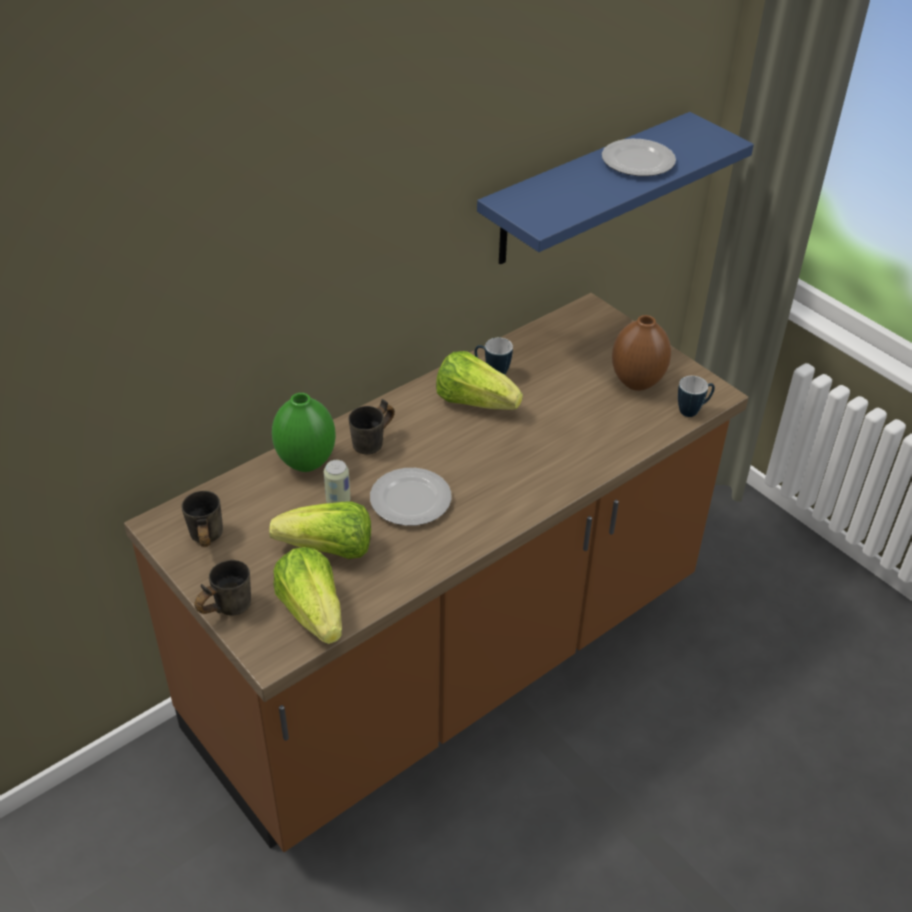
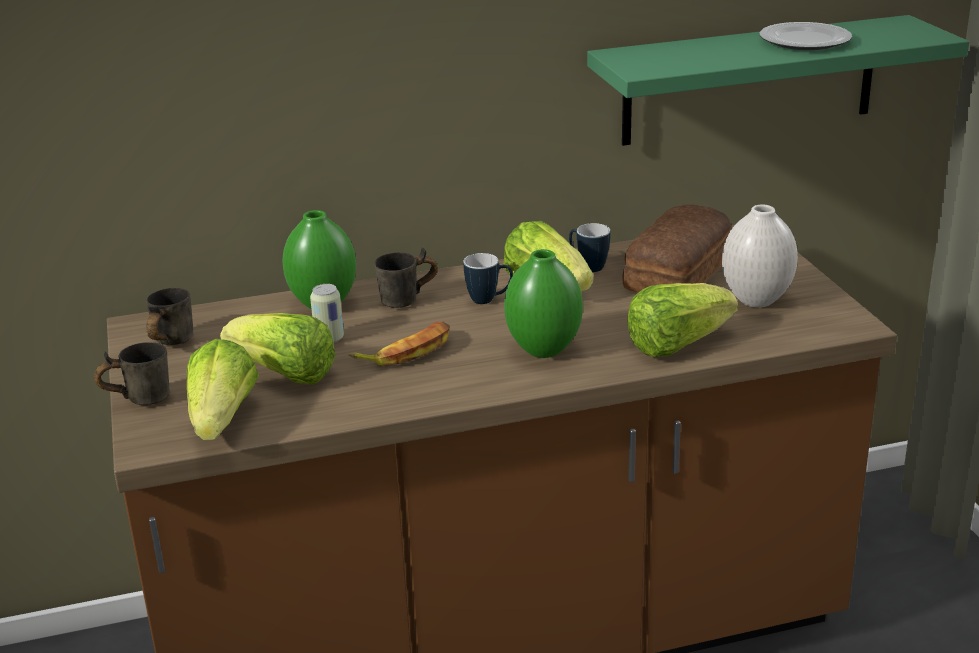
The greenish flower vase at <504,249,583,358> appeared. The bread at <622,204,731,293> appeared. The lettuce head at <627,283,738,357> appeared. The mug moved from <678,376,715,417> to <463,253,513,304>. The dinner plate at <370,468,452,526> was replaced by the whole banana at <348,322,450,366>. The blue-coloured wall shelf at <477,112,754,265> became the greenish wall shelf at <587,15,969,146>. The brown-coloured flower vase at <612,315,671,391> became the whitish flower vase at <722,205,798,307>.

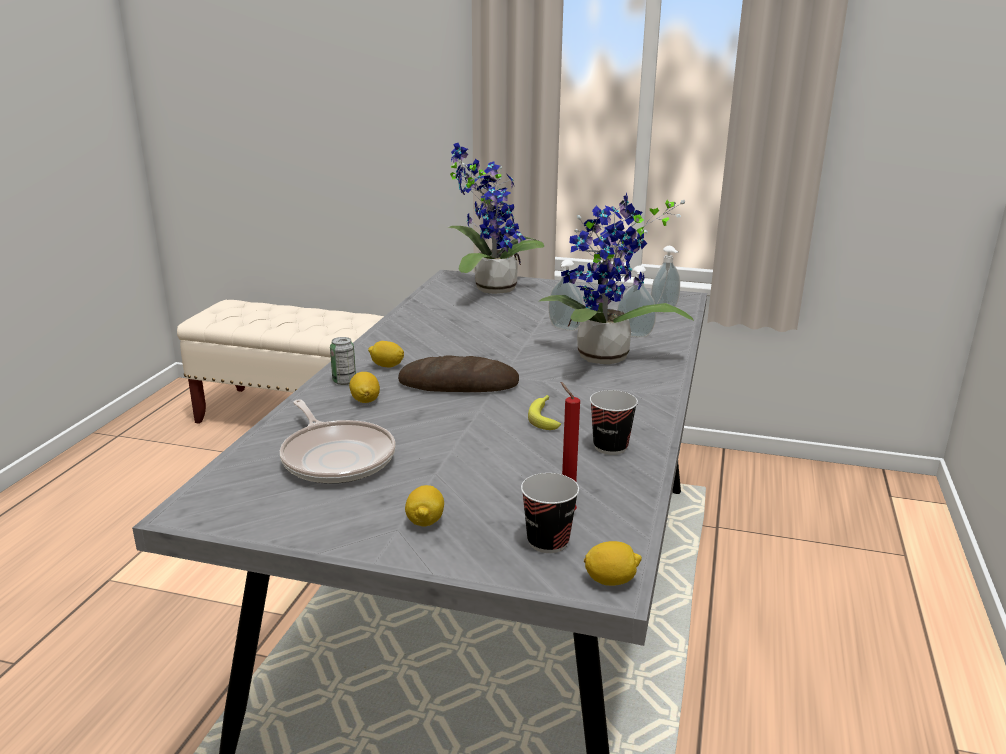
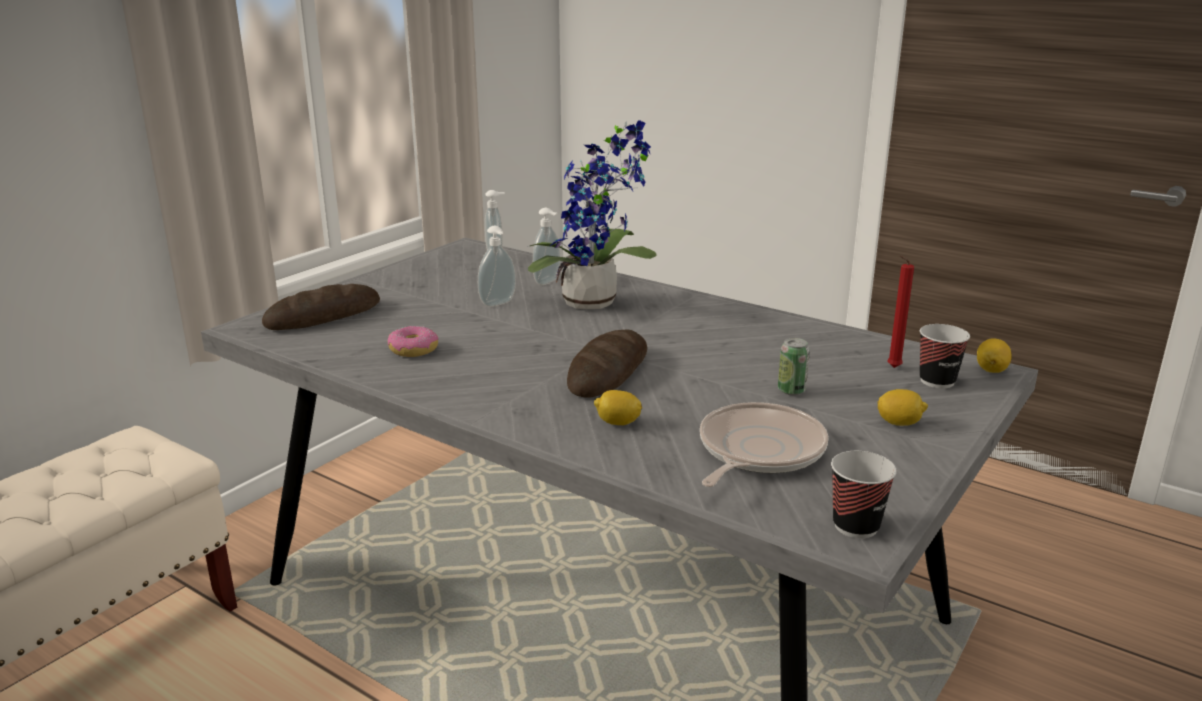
The citrus fruit at <368,341,404,368> disappeared. The whole banana at <528,395,561,430> disappeared. The ring doughnut at <388,326,439,357> appeared. The metal can moved from <330,337,356,385> to <778,338,810,395>. The cup moved from <590,390,638,455> to <831,451,897,538>. The plant in a pot at <448,143,544,294> was replaced by the bread at <262,284,380,330>. The skillet at <280,399,396,484> turned 45 degrees counterclockwise.

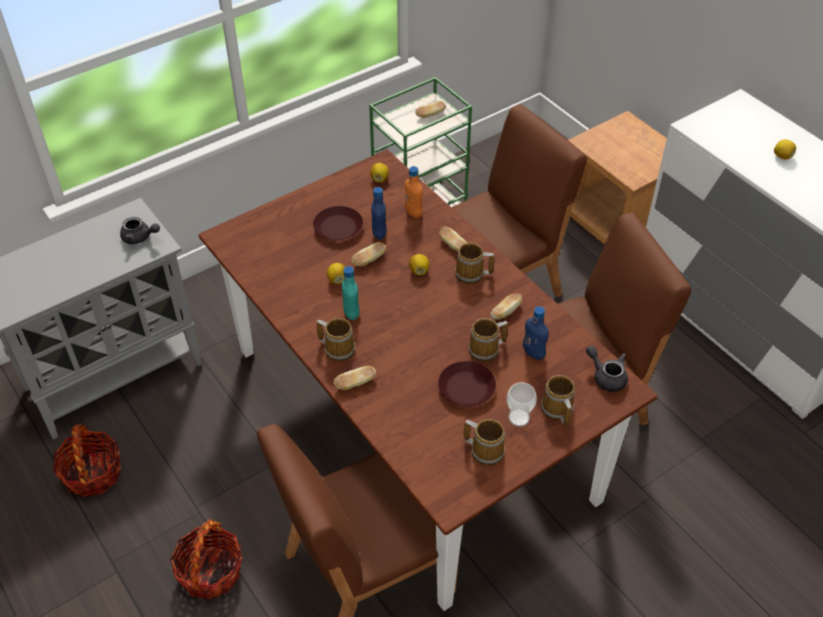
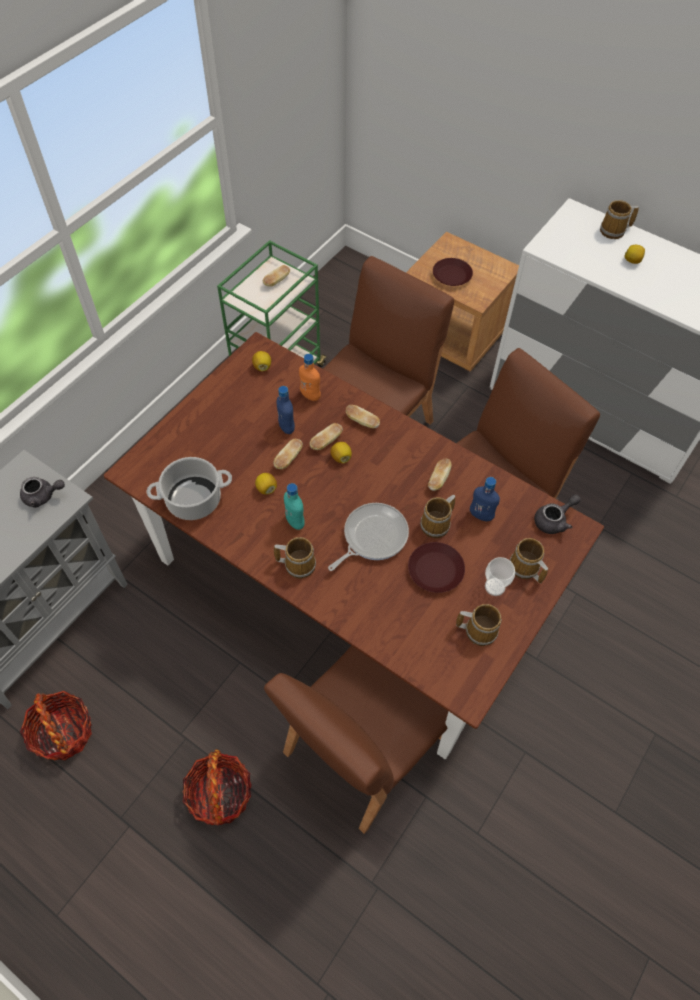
The stockpot at <147,457,232,520> appeared. The skillet at <328,503,409,571> appeared. The brown-coloured dinner plate moved from <313,206,363,240> to <433,258,473,286>. The bread moved from <334,366,376,390> to <309,423,343,450>. The mug moved from <455,243,495,284> to <600,200,639,239>. The gray teapot at <586,346,628,392> turned 120 degrees clockwise.

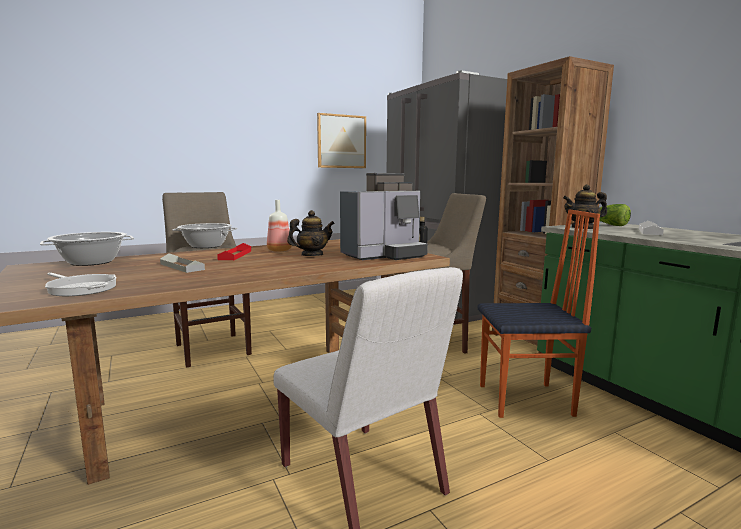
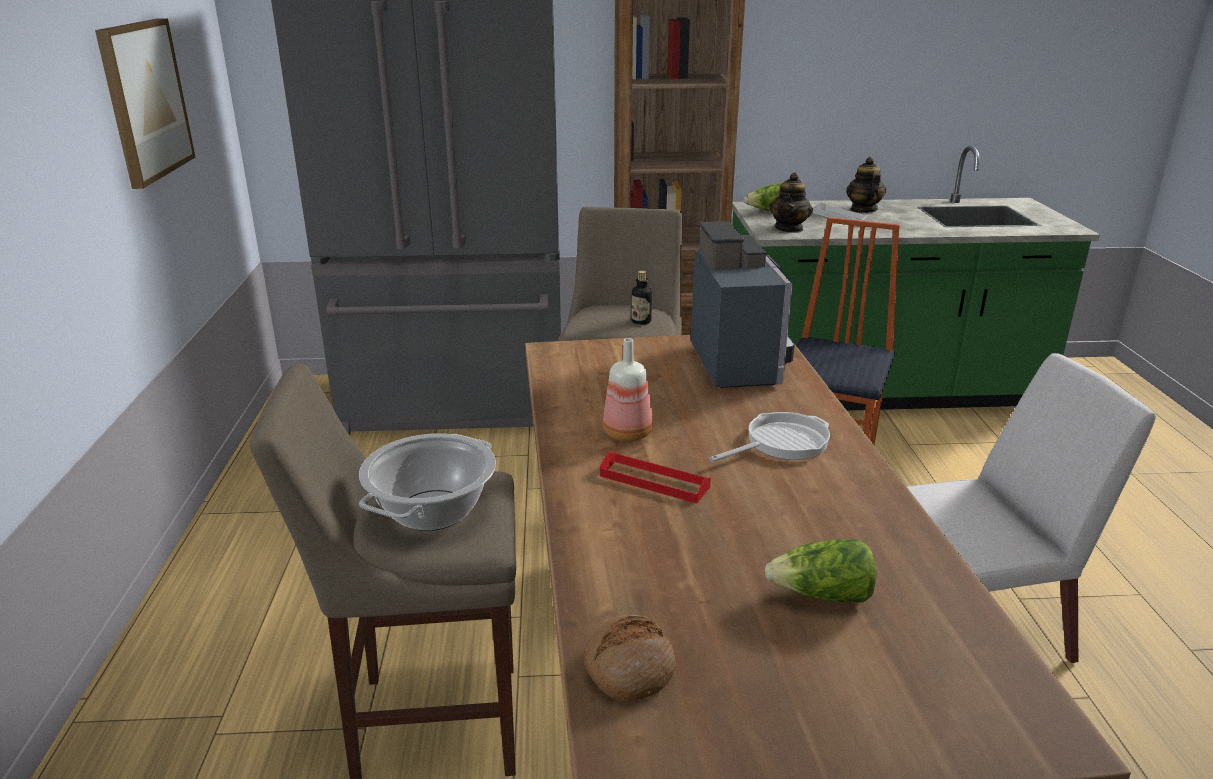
The gray serving tray at <160,253,205,273> disappeared. The lettuce head at <764,539,876,603> appeared. The skillet moved from <45,272,116,296> to <710,412,830,462>. The teapot moved from <287,210,335,256> to <846,157,886,213>. The stockpot at <40,232,134,266> was replaced by the bread at <584,615,676,701>.

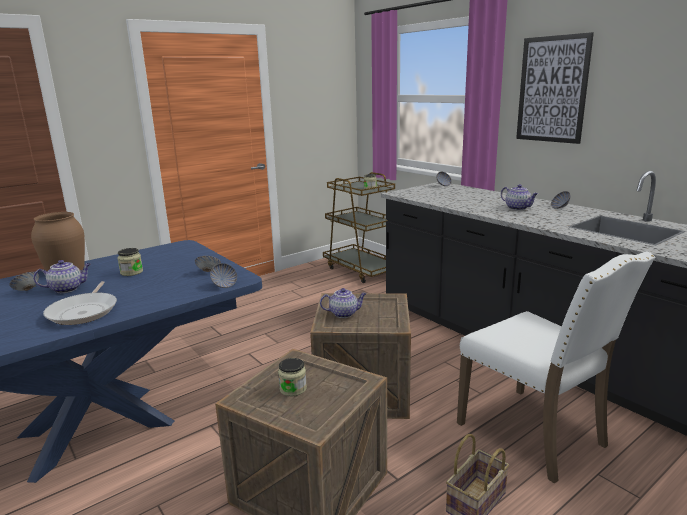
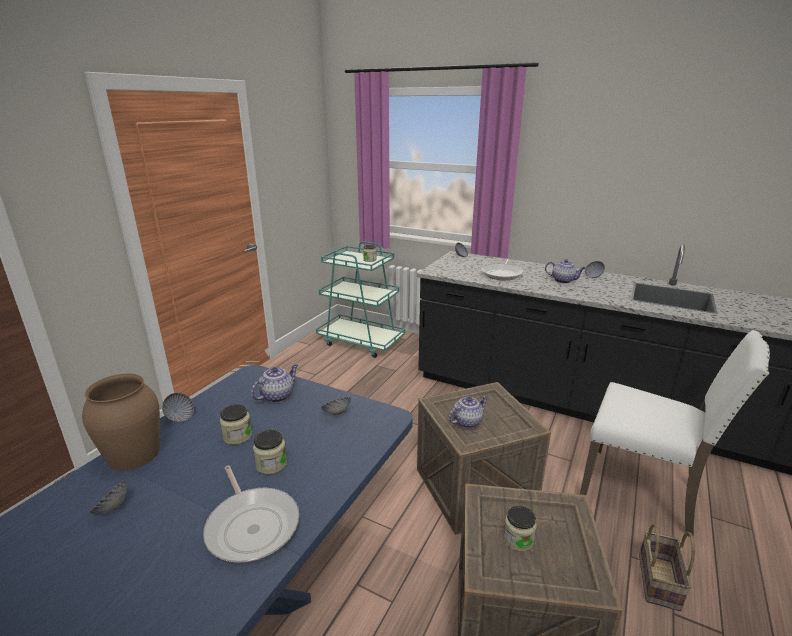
The wall art at <516,32,594,144> disappeared. The jar at <253,430,287,475> appeared. The skillet at <481,259,523,280> appeared. The teapot moved from <33,260,91,293> to <251,365,298,403>. The serving bowl moved from <210,263,237,288> to <162,393,194,422>. The brown-coloured trolley at <323,172,395,283> became the turquoise-coloured trolley at <316,241,405,358>.

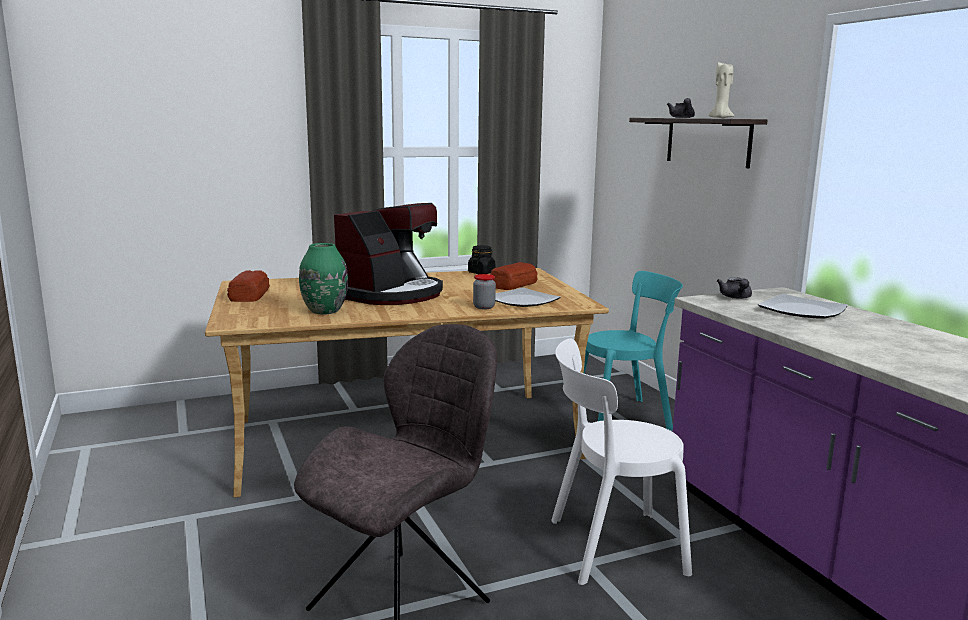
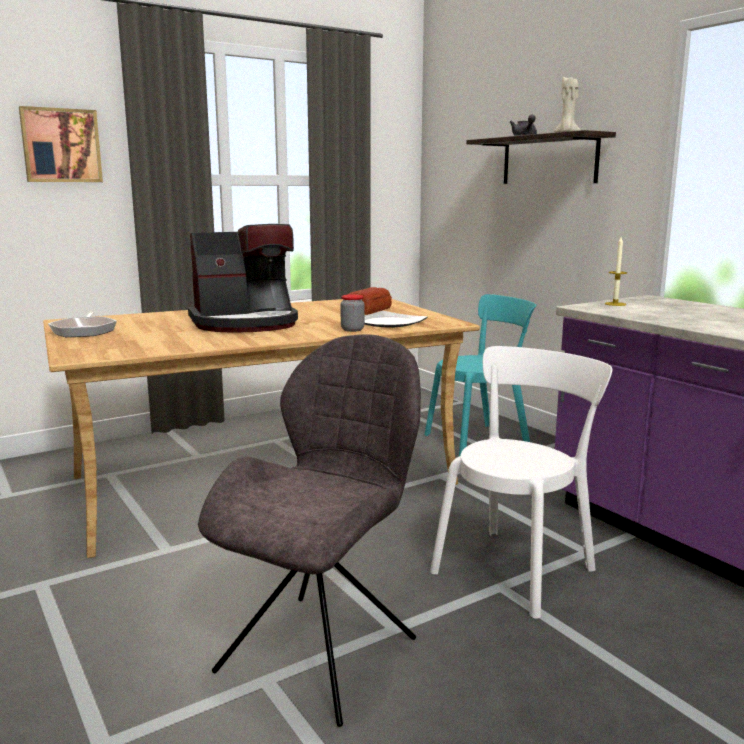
The greenish flower vase at <299,243,348,315> disappeared. The black-coloured jar at <468,245,495,274> disappeared. The dinner plate at <758,294,848,318> disappeared. The wall art at <19,106,103,182> appeared. The bread at <227,270,270,302> was replaced by the skillet at <48,312,117,337>. The gray teapot at <717,277,752,299> was replaced by the wax candle at <605,237,627,306>. The coffee brewer at <334,203,443,305> turned 45 degrees clockwise. The whitish chair at <551,338,692,585> turned 150 degrees clockwise.

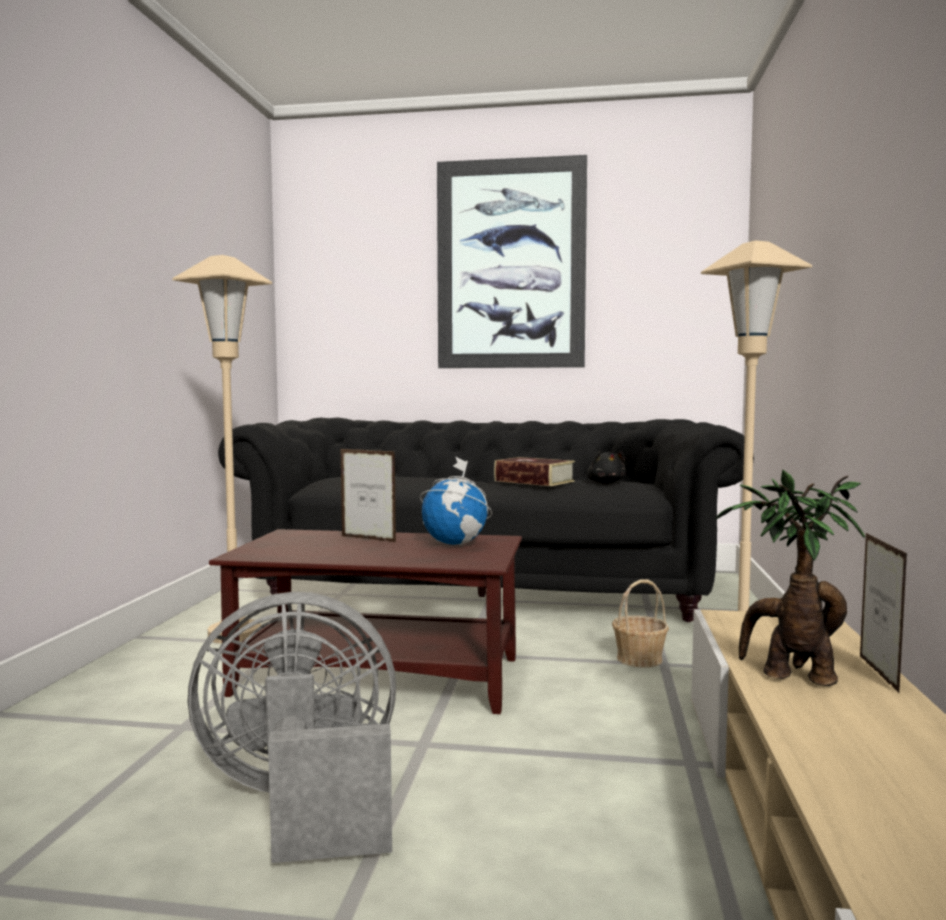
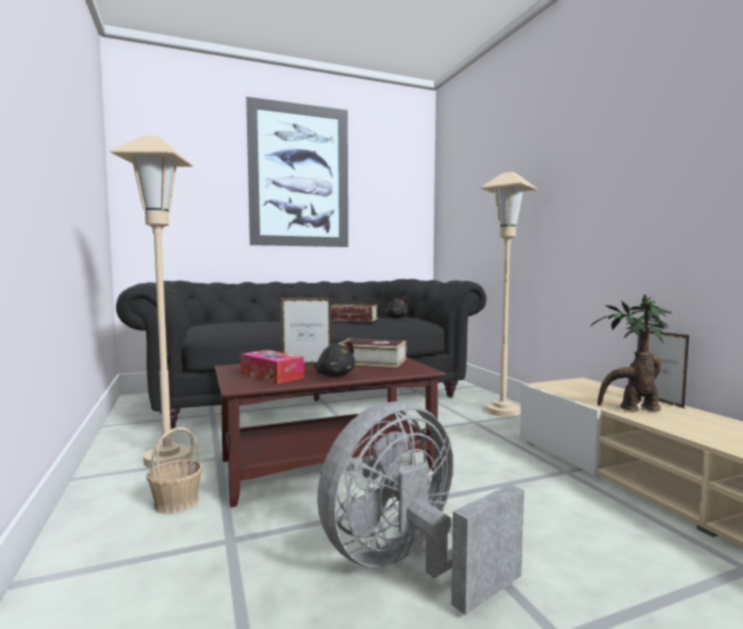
The box of tissues at <240,350,304,384> appeared. The black-coloured plush toy at <314,342,356,377> appeared. The storage basket moved from <612,579,669,668> to <147,427,203,514>. The world globe at <420,456,492,546> was replaced by the bound book at <338,338,406,367>.

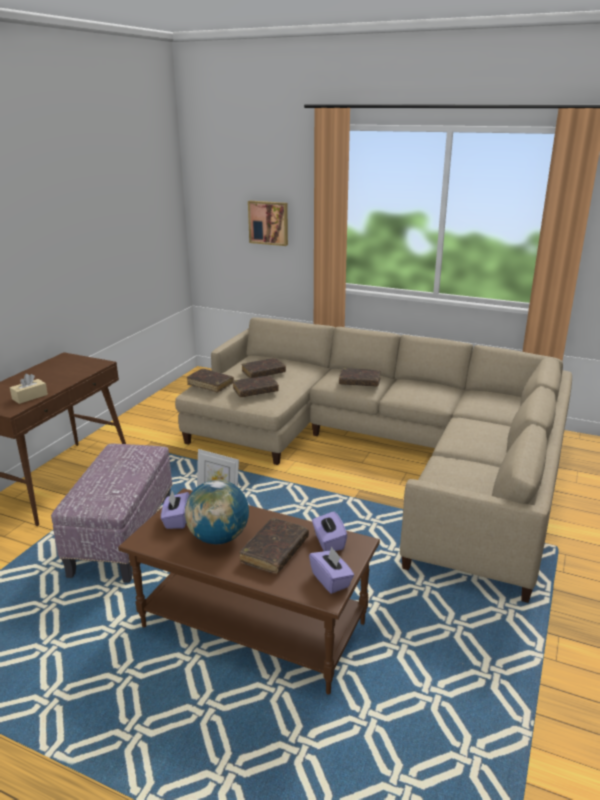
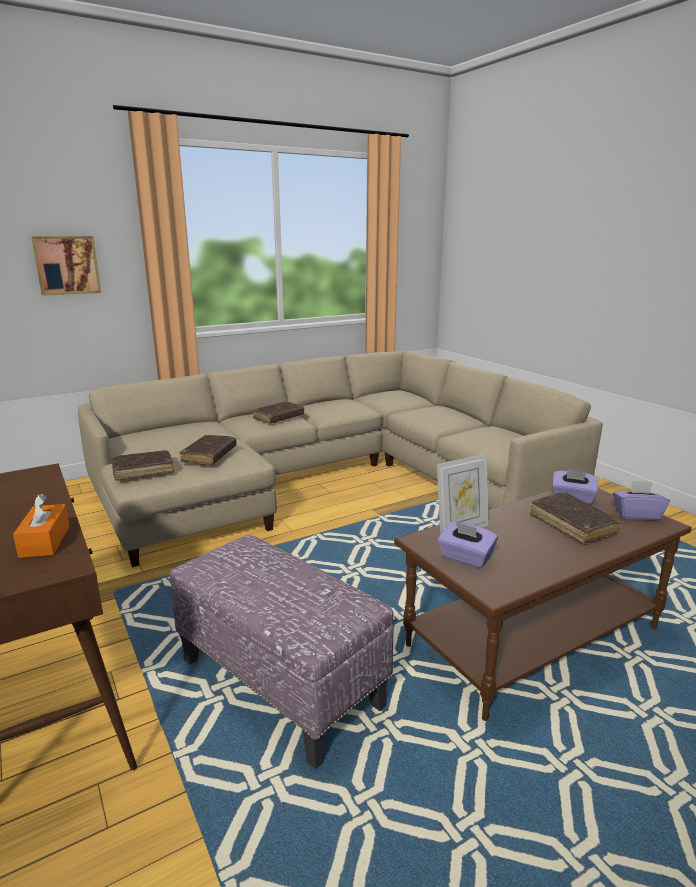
The world globe at <185,480,249,544> disappeared. The brown-coloured bound book at <241,358,286,378> disappeared. The sand-coloured box of tissues at <10,374,48,404> became the orangey box of tissues at <13,494,69,558>.

